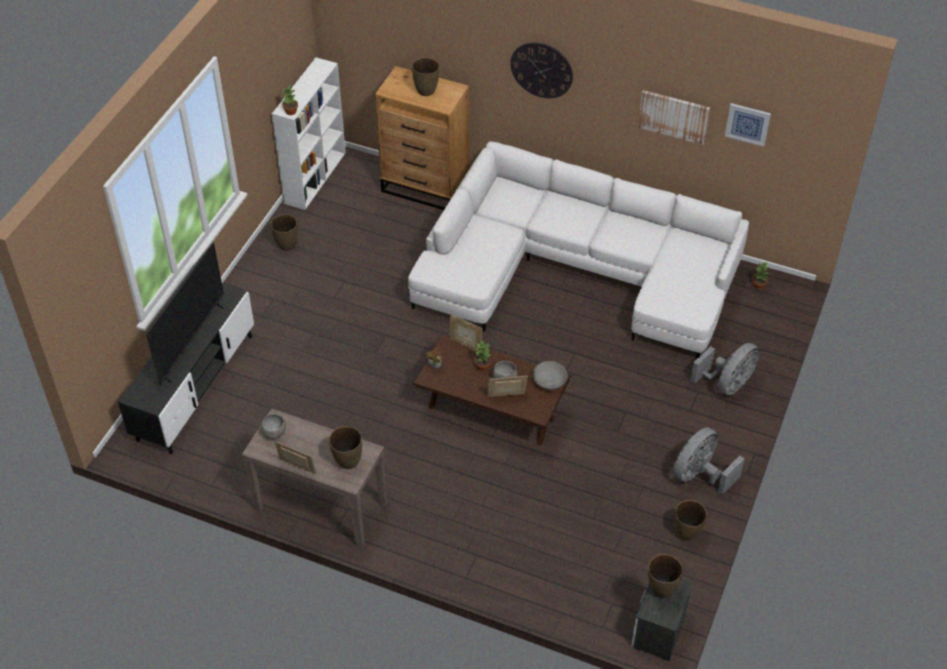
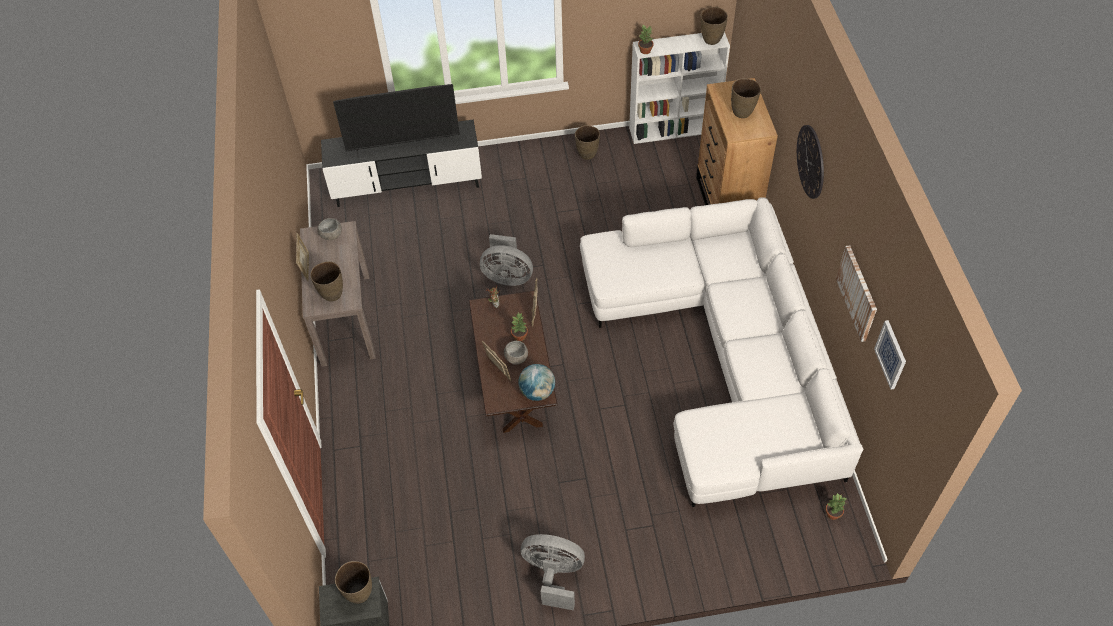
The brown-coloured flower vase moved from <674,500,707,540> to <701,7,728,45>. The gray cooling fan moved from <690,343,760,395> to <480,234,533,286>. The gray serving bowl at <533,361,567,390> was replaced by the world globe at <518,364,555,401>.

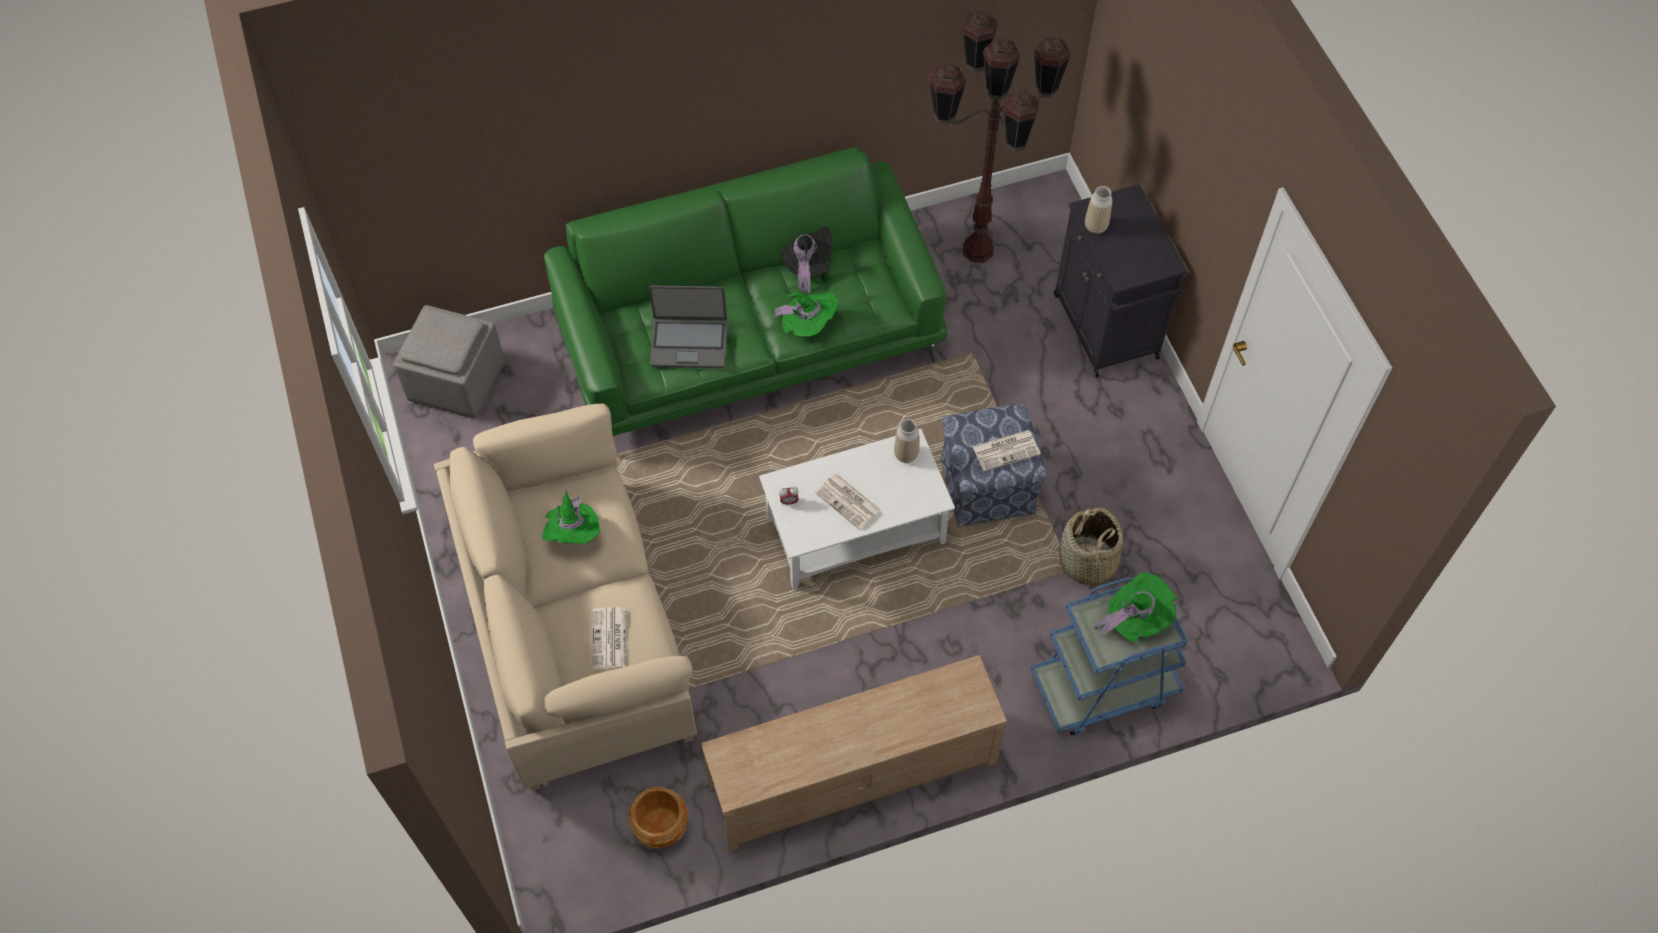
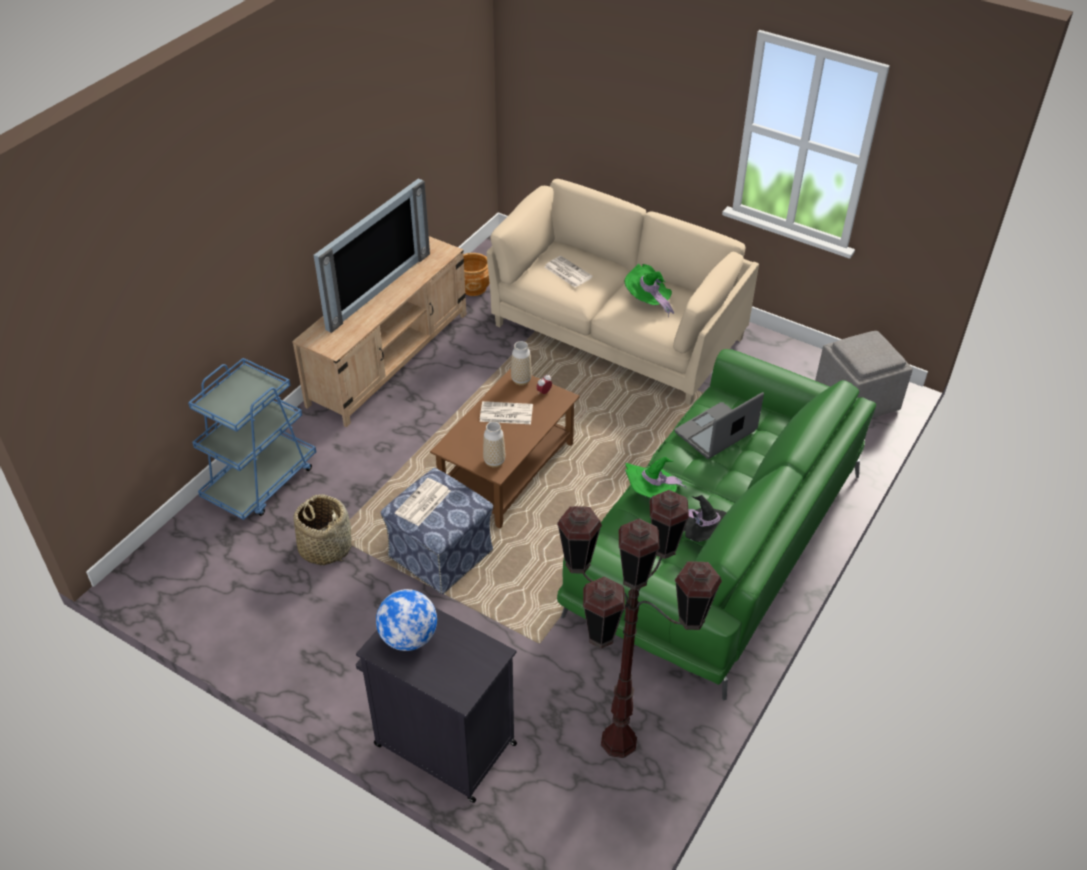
The greenish hat at <1093,573,1177,643> disappeared. The television at <314,178,430,333> appeared. The world globe at <376,589,437,651> appeared. The flower vase moved from <1085,186,1112,234> to <511,341,532,385>. The whitish low table at <759,429,955,590> became the brown-coloured low table at <430,368,580,529>.

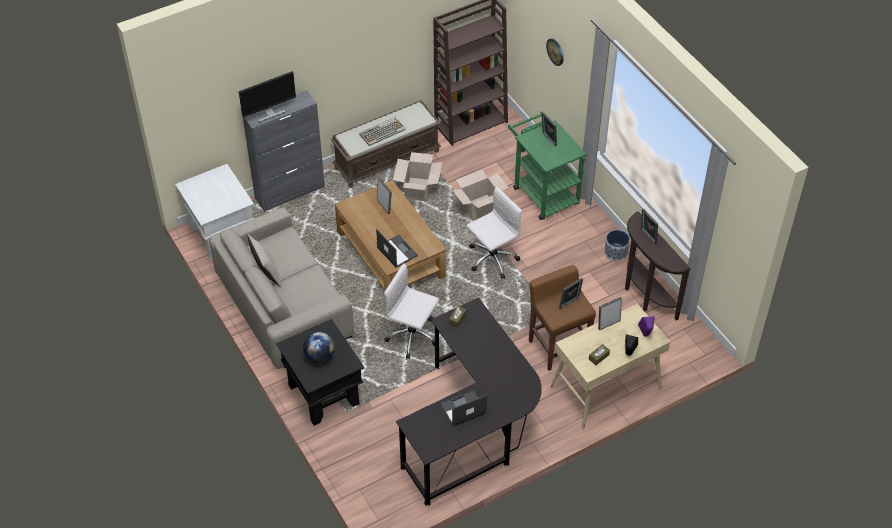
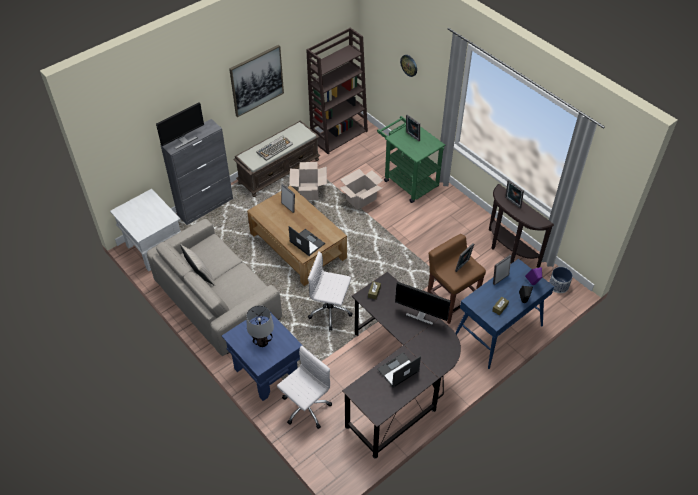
The wall art at <229,45,284,117> appeared. The computer display at <395,281,451,325> appeared. The whitish computer chair moved from <466,186,522,279> to <277,345,332,429>. The flower pot moved from <605,230,630,261> to <549,267,573,293>. The world globe at <303,332,335,364> was replaced by the table lamp at <246,305,274,347>. The black-coloured side table at <276,319,364,426> became the blue-coloured side table at <222,312,303,401>. The sand-coloured desk unit at <550,304,670,429> became the blue-coloured desk unit at <455,259,554,369>.

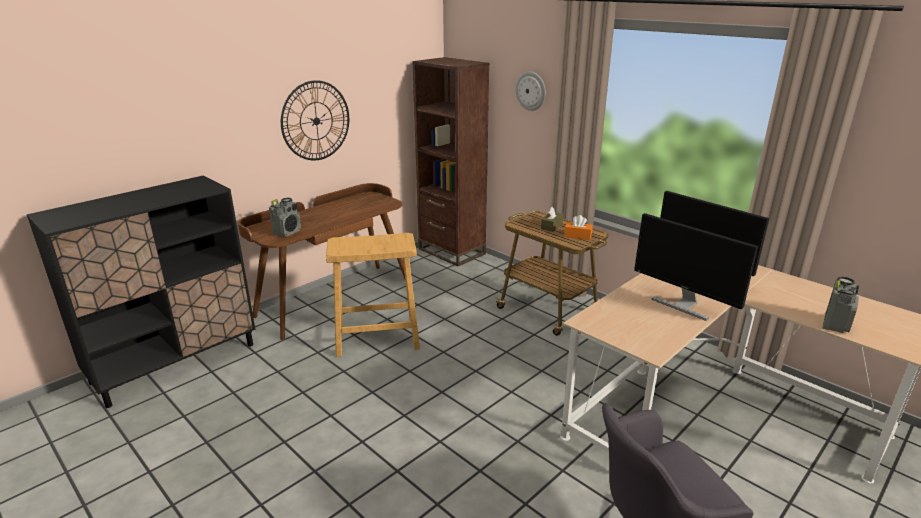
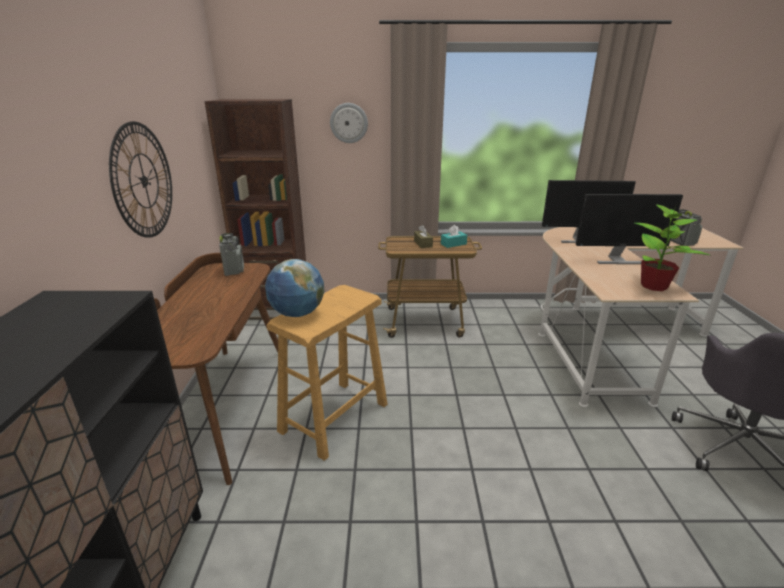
The world globe at <265,259,324,317> appeared. The plant in a pot at <635,204,710,291> appeared. The radio receiver moved from <269,198,301,237> to <219,233,244,276>. The orangey box of tissues at <564,215,593,240> became the turquoise-coloured box of tissues at <441,225,467,248>.

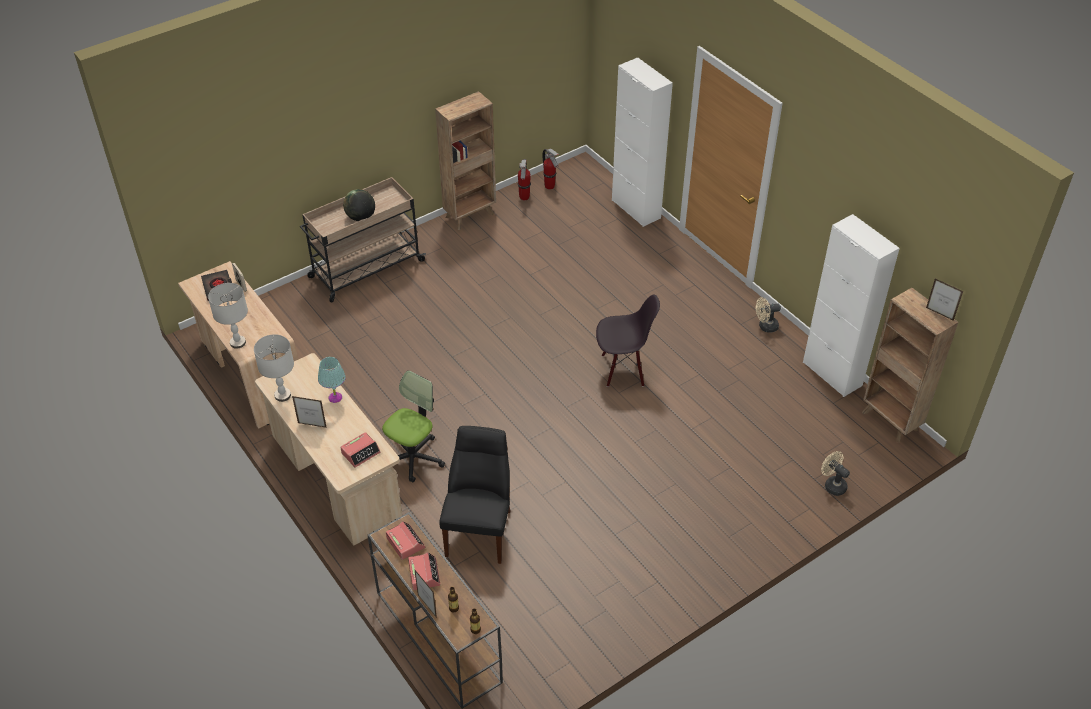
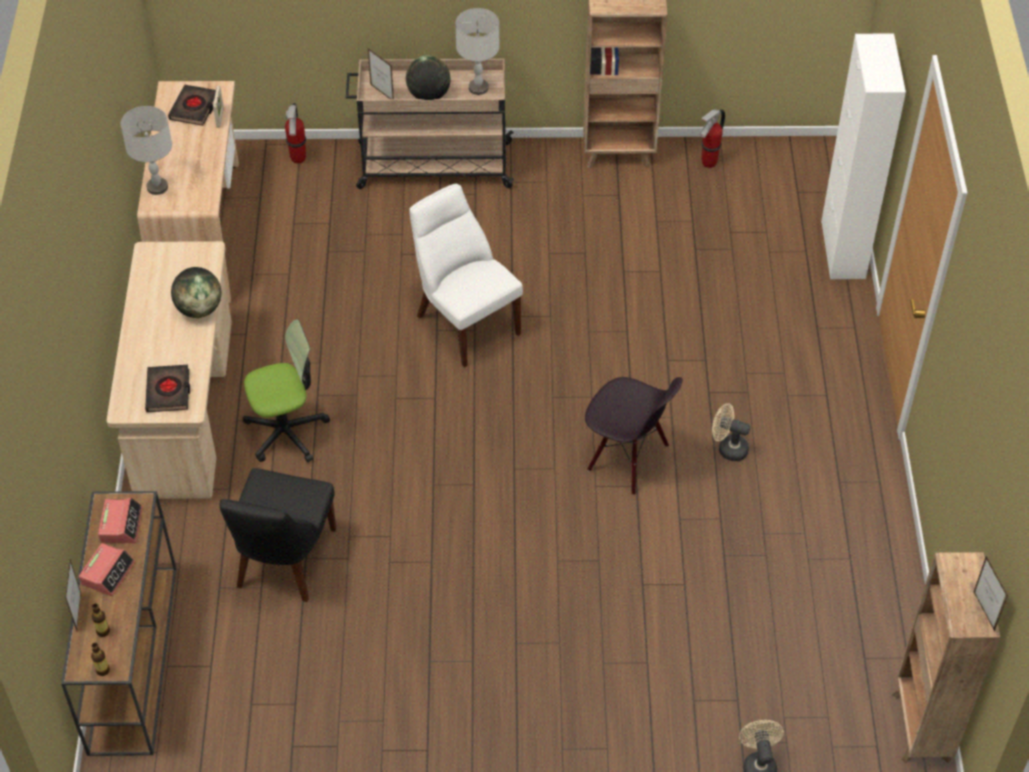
The whitish cupboard at <803,214,900,397> disappeared. The whitish chair at <409,184,523,367> appeared. The gray table lamp moved from <254,334,294,402> to <455,8,500,95>. The photo frame moved from <292,396,327,428> to <368,48,394,99>. The fire extinguisher moved from <543,149,559,190> to <285,103,306,163>. The sand-coloured cooling fan moved from <756,297,781,333> to <712,403,750,461>. The turquoise-coloured table lamp at <318,357,346,403> was replaced by the world globe at <171,267,221,318>. The alarm clock at <340,432,381,467> was replaced by the black-coloured bound book at <145,365,190,412>. The black-coloured chair at <440,426,511,564> turned 150 degrees clockwise.

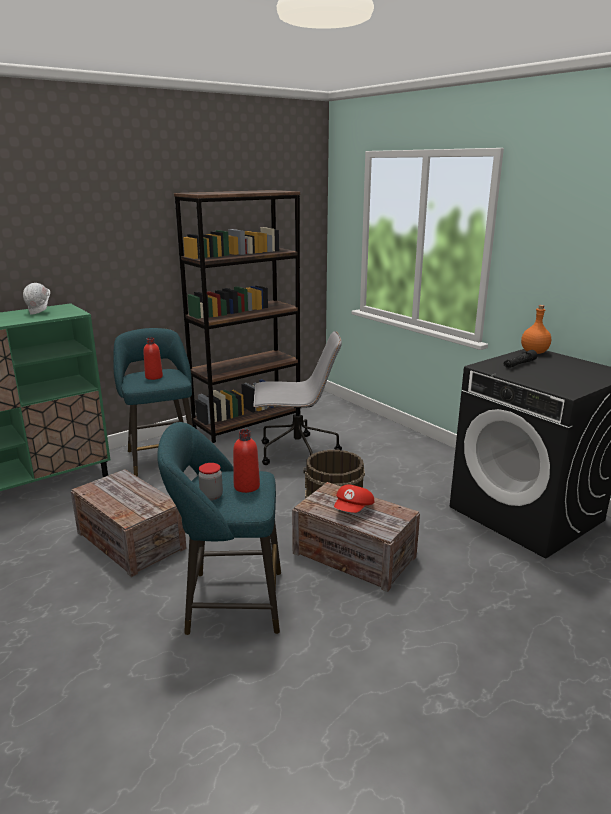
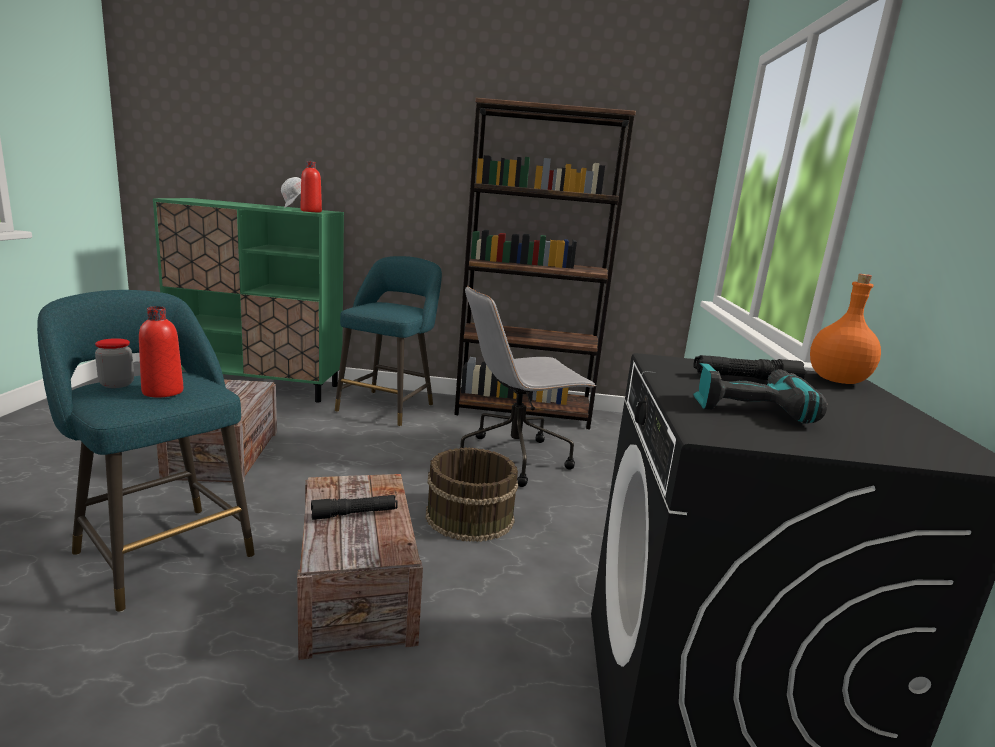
The power drill at <693,363,827,424> appeared. The red-coloured drink bottle moved from <143,338,163,380> to <300,161,322,212>. The red-coloured baseball cap at <334,484,374,513> was replaced by the black-coloured hand torch at <311,495,398,520>. The gray computer chair at <253,331,342,465> turned 120 degrees clockwise.

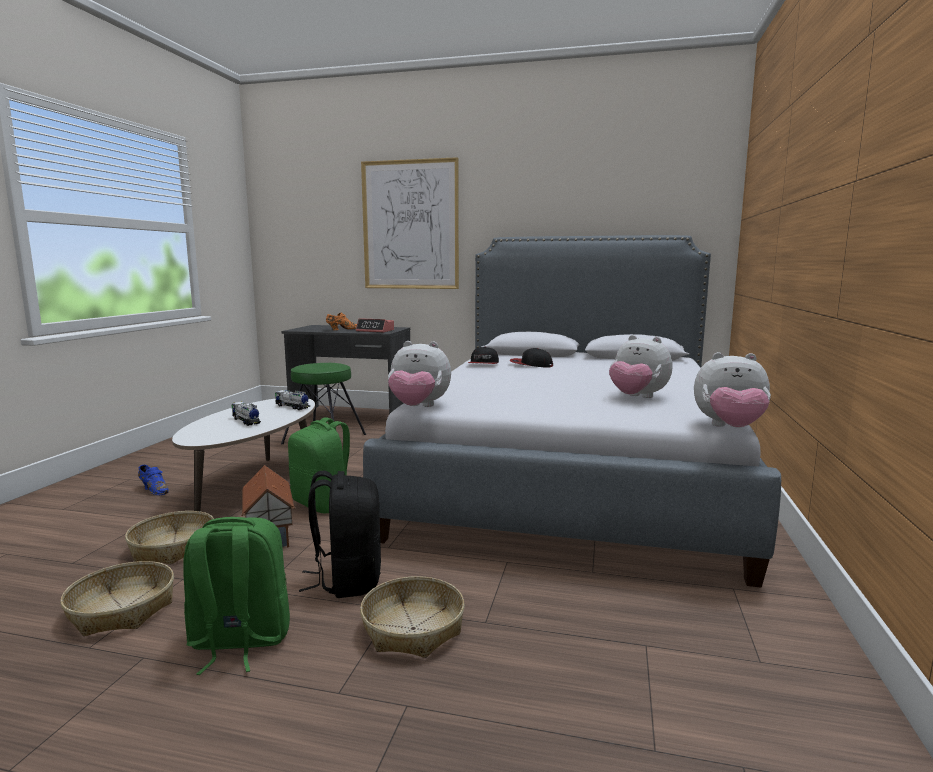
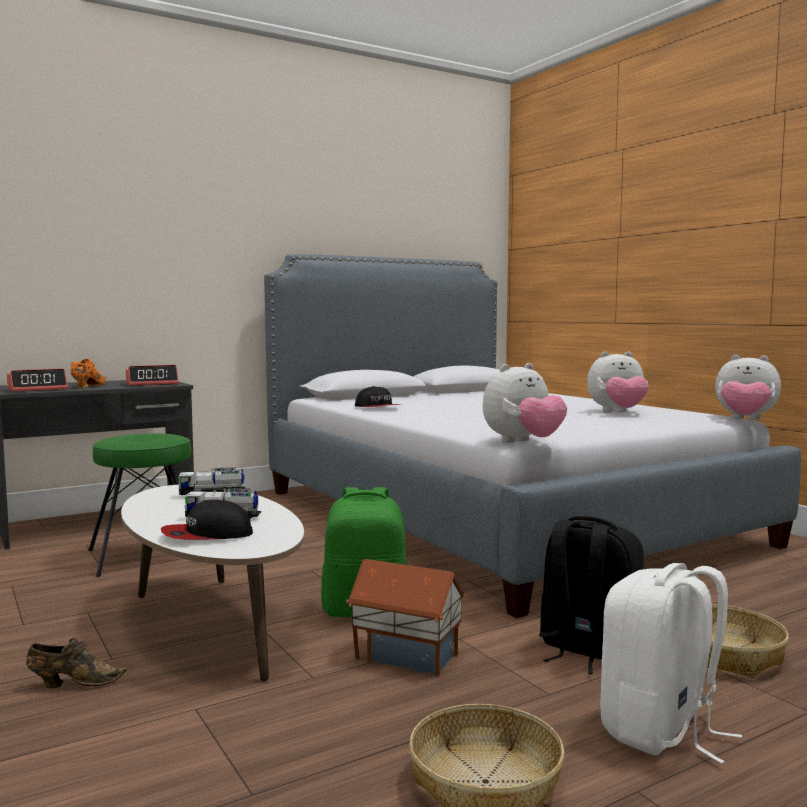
The storage basket at <125,511,214,565> disappeared. The wall art at <361,157,459,289> disappeared. The alarm clock at <7,368,68,392> appeared. The baseball cap moved from <510,348,553,368> to <161,499,253,540>. The blue-coloured item of footwear at <138,465,169,495> became the brown-coloured item of footwear at <26,638,126,688>. The greenish backpack at <184,517,290,675> became the whitish backpack at <600,563,742,764>. The plush toy at <694,352,771,427> turned 60 degrees clockwise.

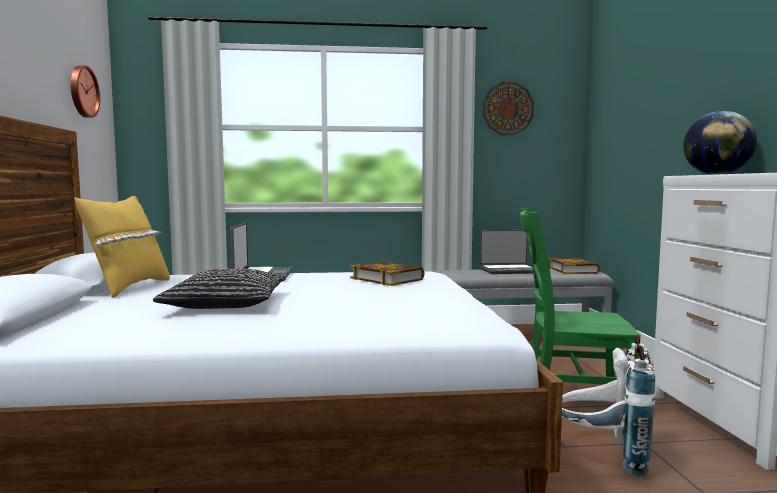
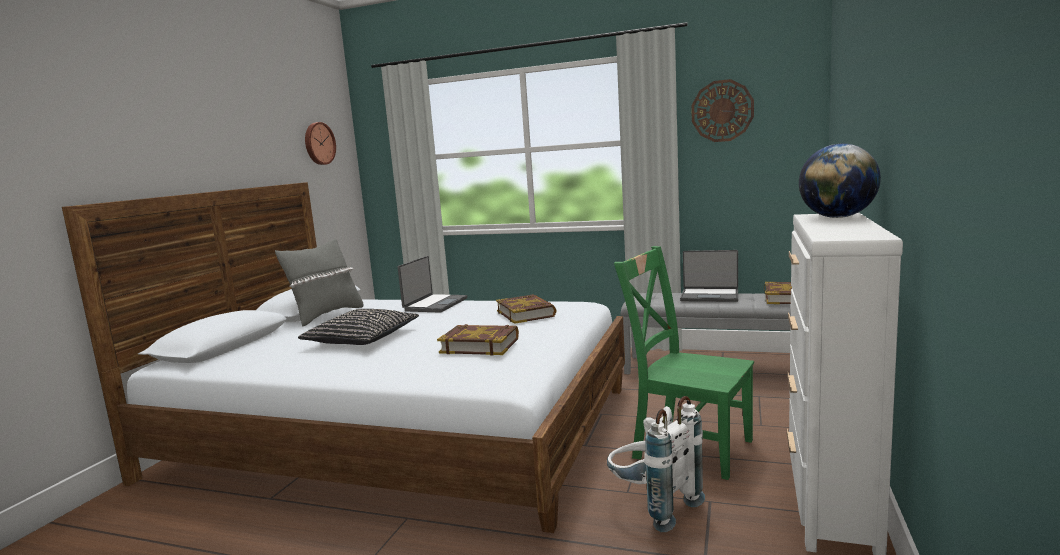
The bound book at <437,324,519,355> appeared. The yellow-coloured cushion at <74,196,170,298> became the gray cushion at <275,239,364,327>.

